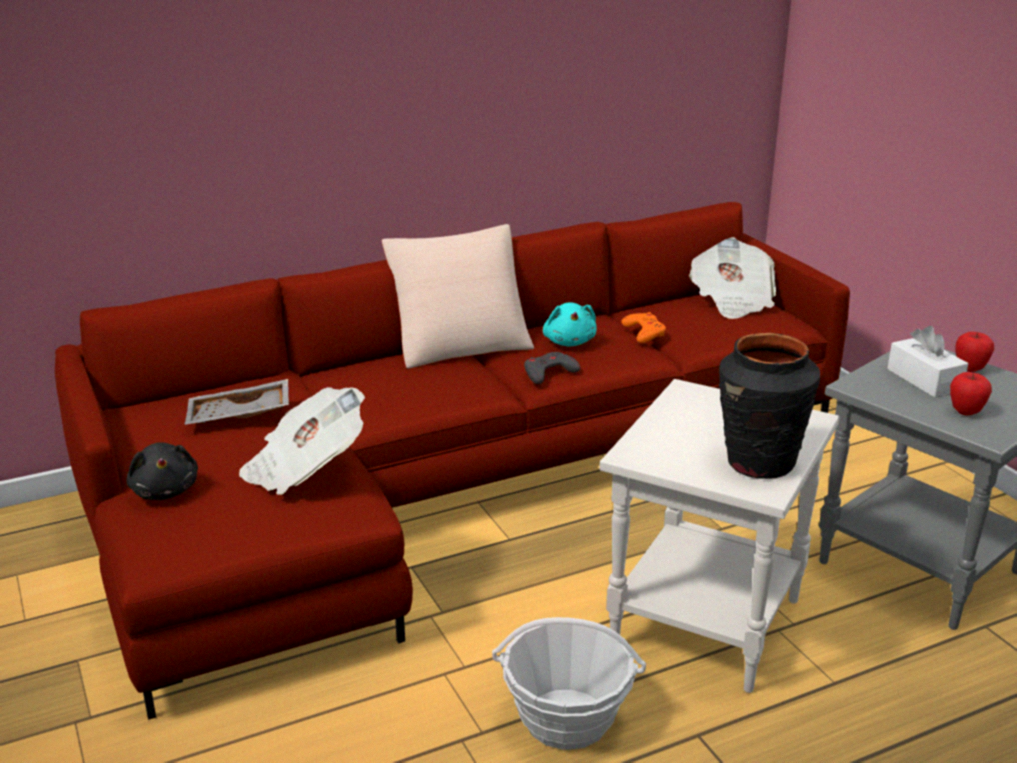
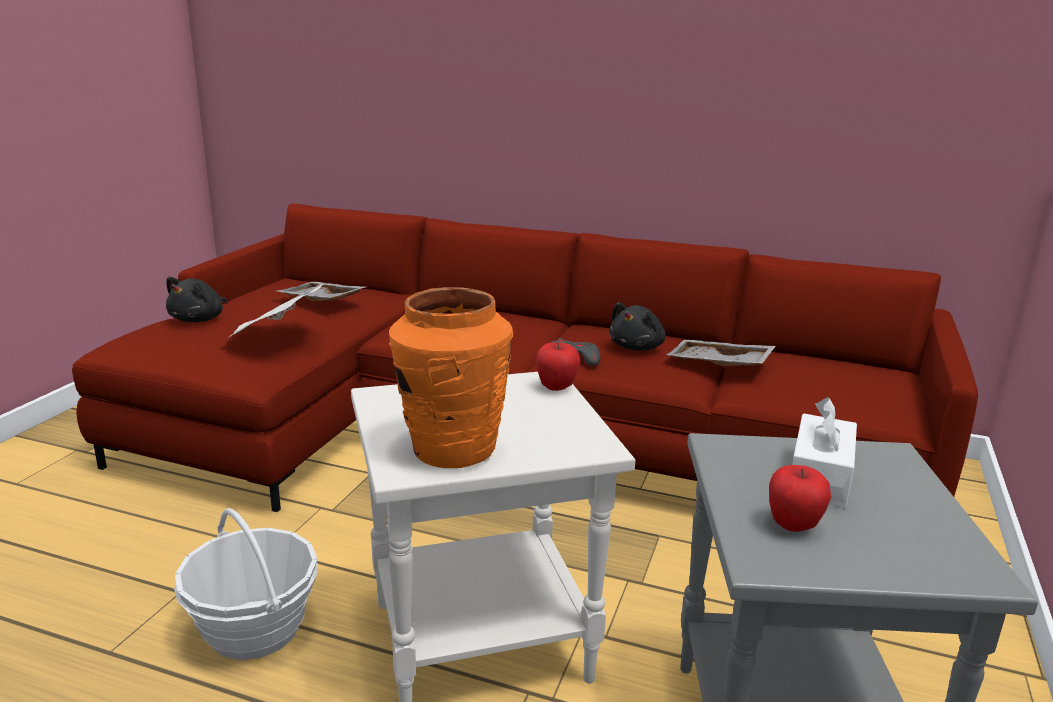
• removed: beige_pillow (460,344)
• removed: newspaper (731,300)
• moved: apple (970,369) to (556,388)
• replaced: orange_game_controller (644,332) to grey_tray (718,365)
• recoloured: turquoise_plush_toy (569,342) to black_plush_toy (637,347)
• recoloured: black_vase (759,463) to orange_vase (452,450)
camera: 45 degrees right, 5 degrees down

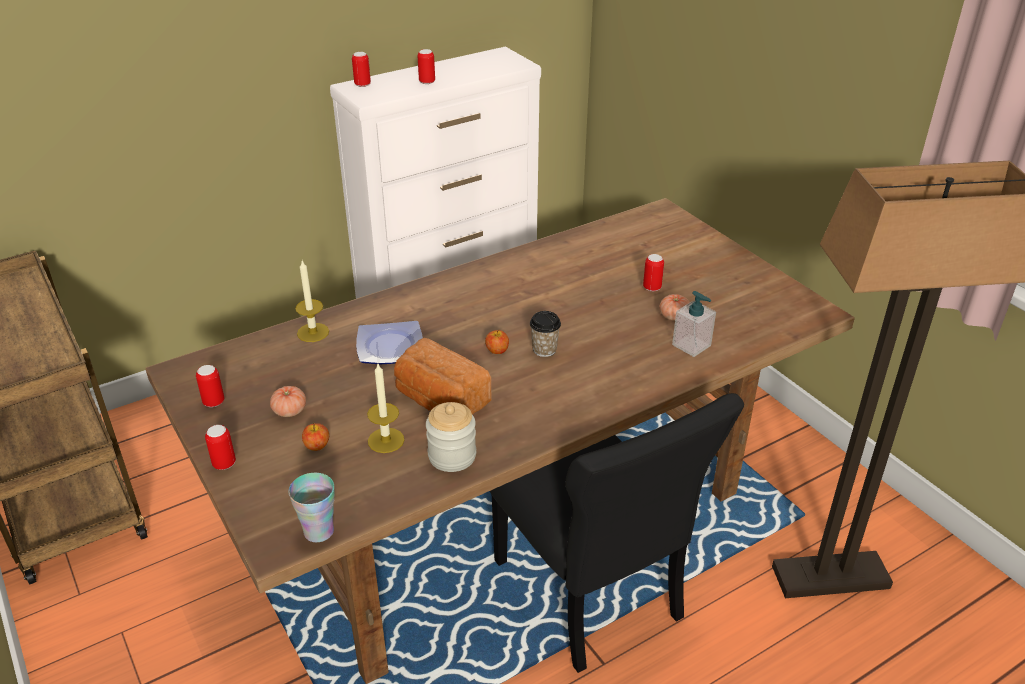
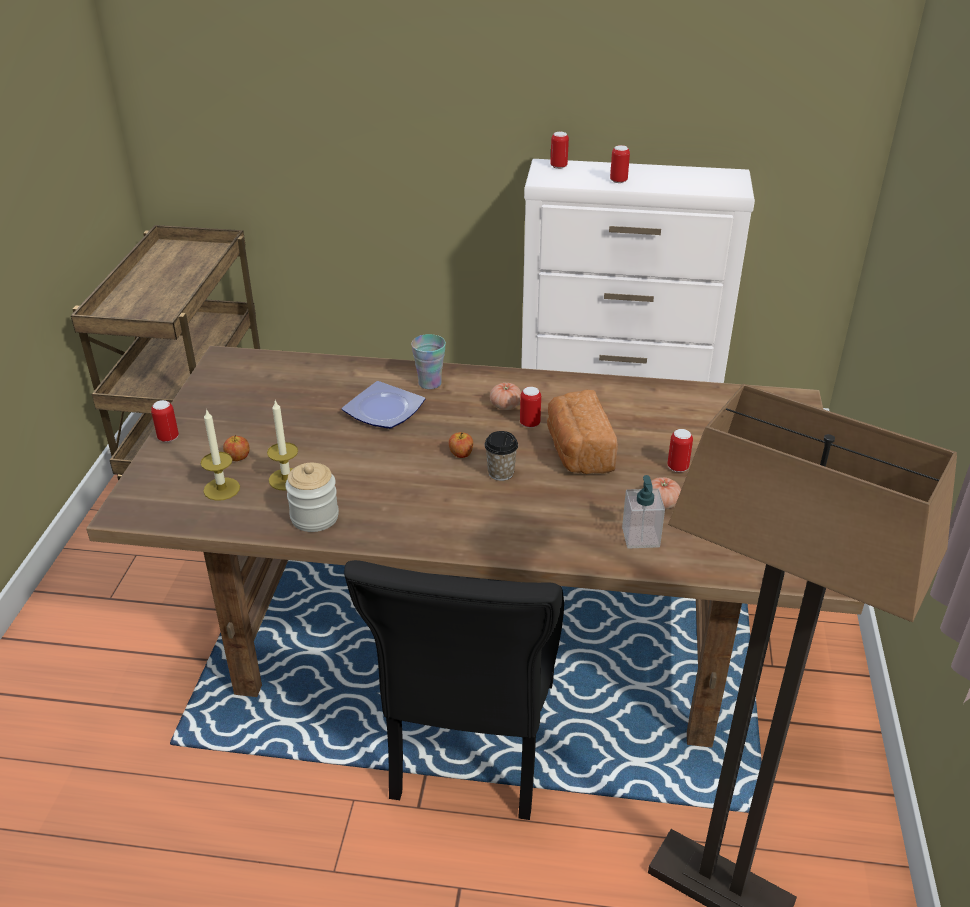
• moved: can (214,402) to (530,423)
• moved: tomato (289,411) to (505,406)
• moved: cup (319,531) to (430,383)
• moved: candle (313,332) to (221,489)
• moved: bread (440,401) to (578,452)
camera: 40 degrees right, 0 degrees up

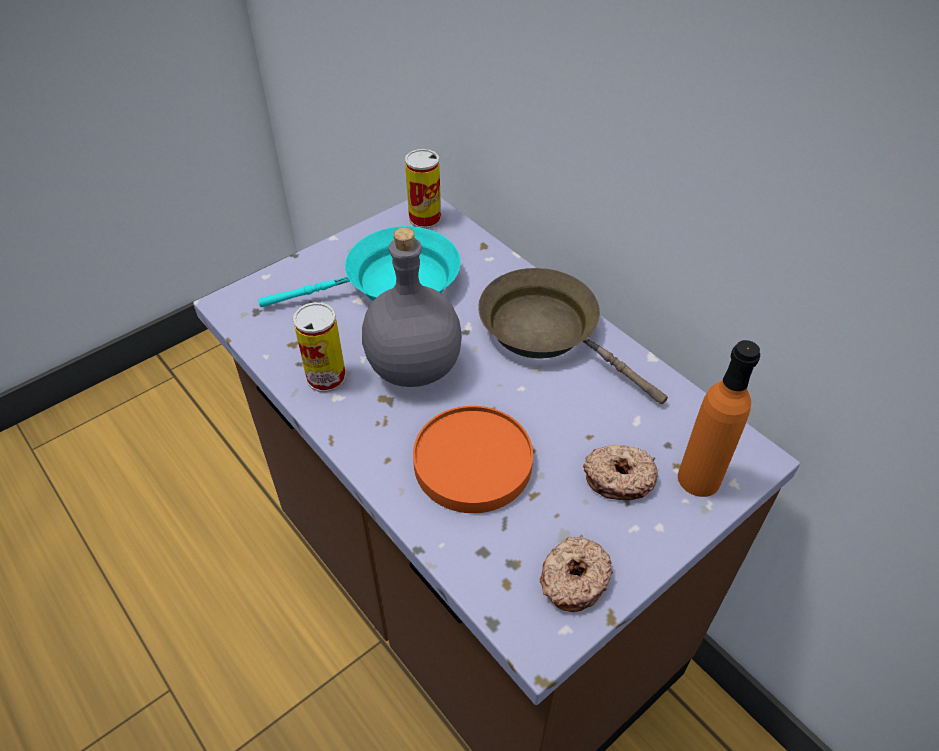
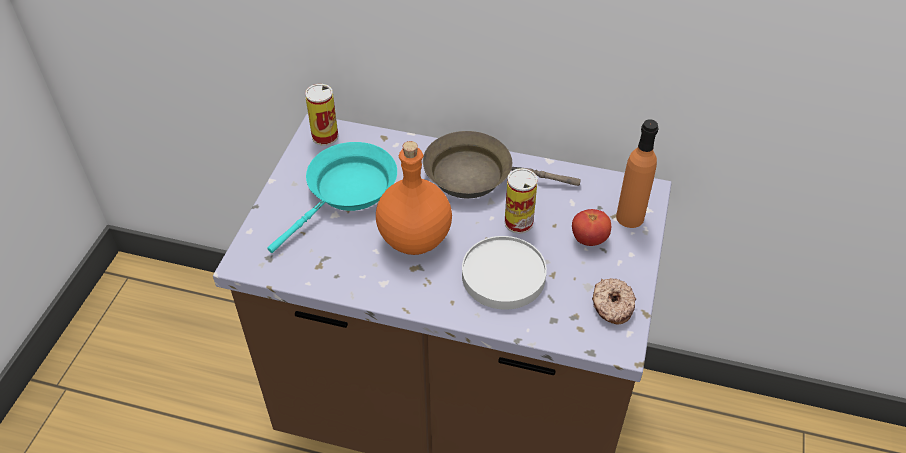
• moved: can (326,377) to (518,223)
• replaced: donut (618,477) to tomato (589,239)
• recoloured: grey_bottle (414,366) to orange_bottle (414,238)
• recoloured: orange_plate (472,462) to white_plate (502,275)
camera: 35 degrees left, 0 degrees up

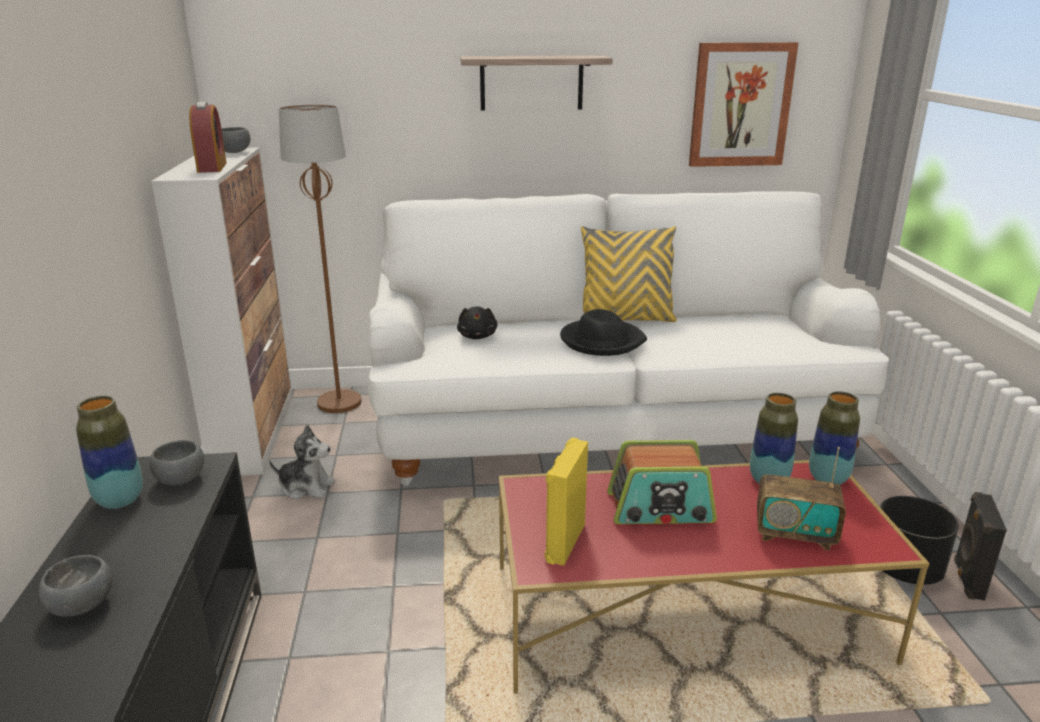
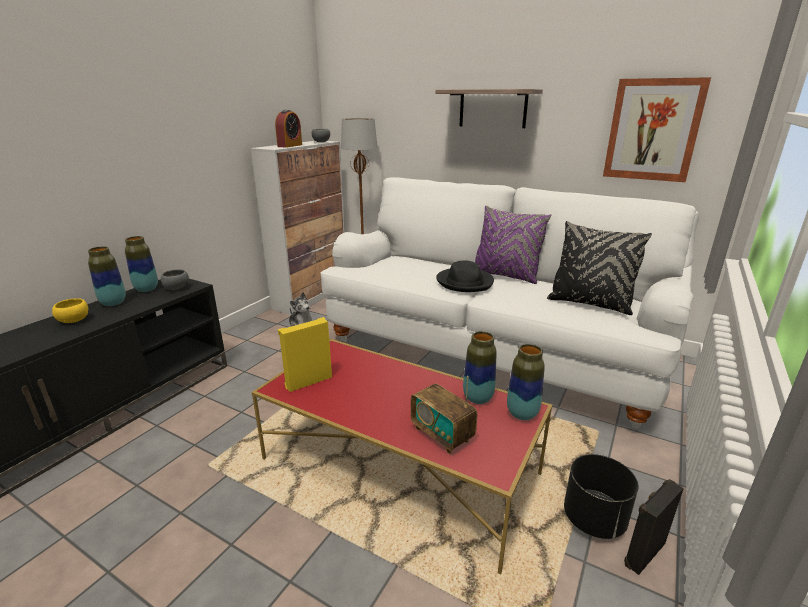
• removed: black_plush_toy (477,336)
• removed: radio (660,508)
• added: vase (113,303)
• added: black_pillow (589,304)
• recoloured: grey_bowl (84,605) to yellow_bowl (75,321)
• recoloured: yellow_pillow (625,320) to purple_pillow (505,276)
camera: 35 degrees right, 0 degrees up

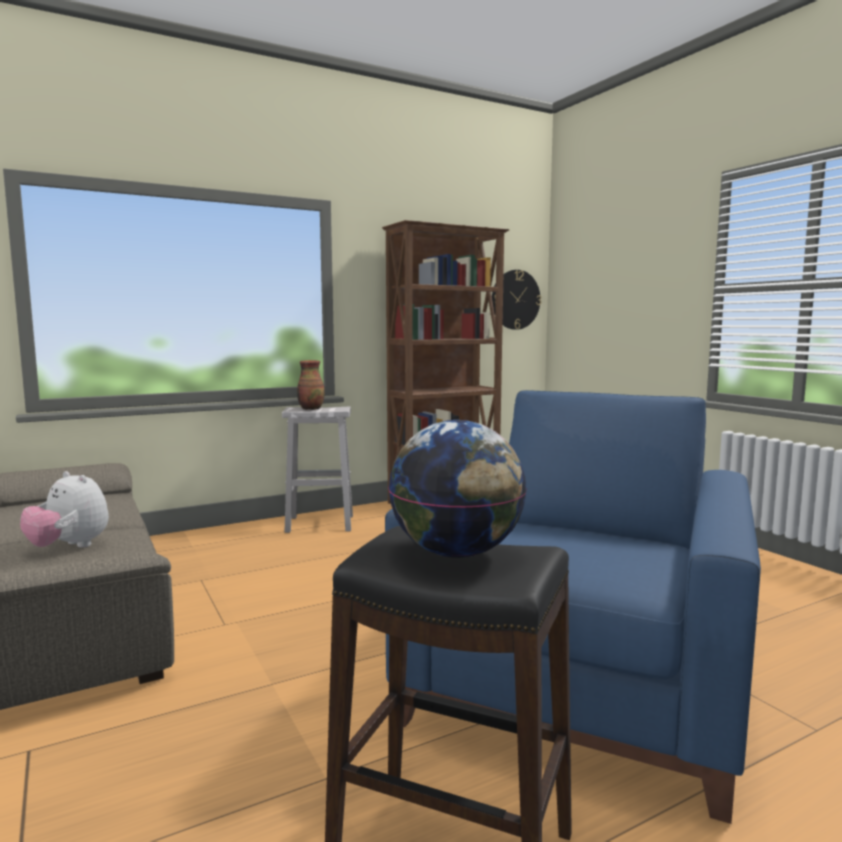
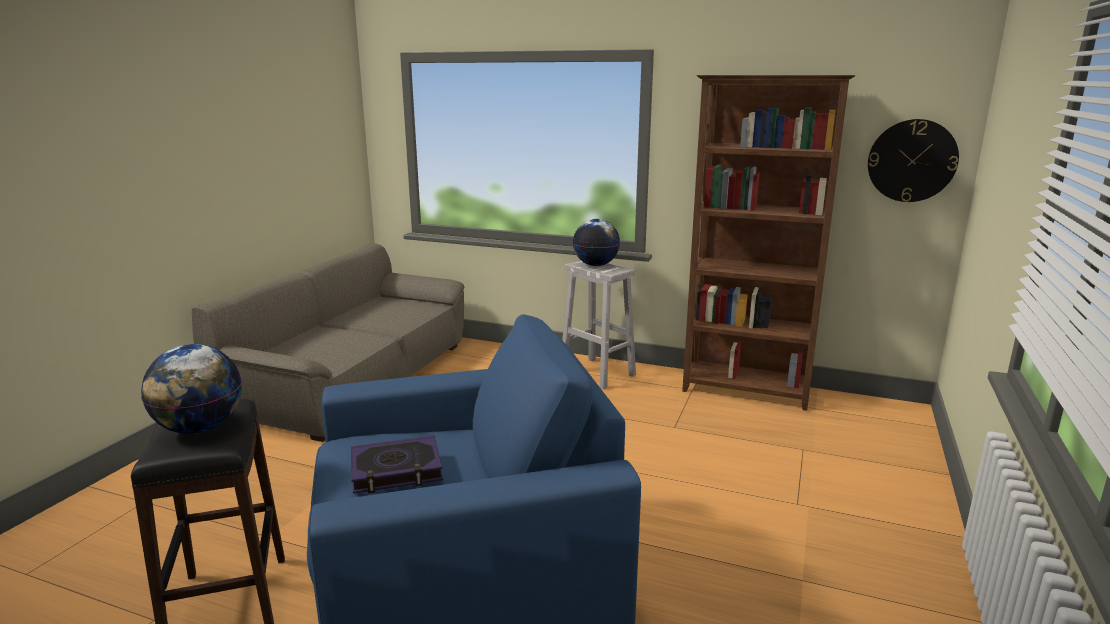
• removed: plush_toy (69,547)
• added: book (396,471)
• replaced: vase (310,408) to globe (596,265)
camera: 50 degrees right, 10 degrees up

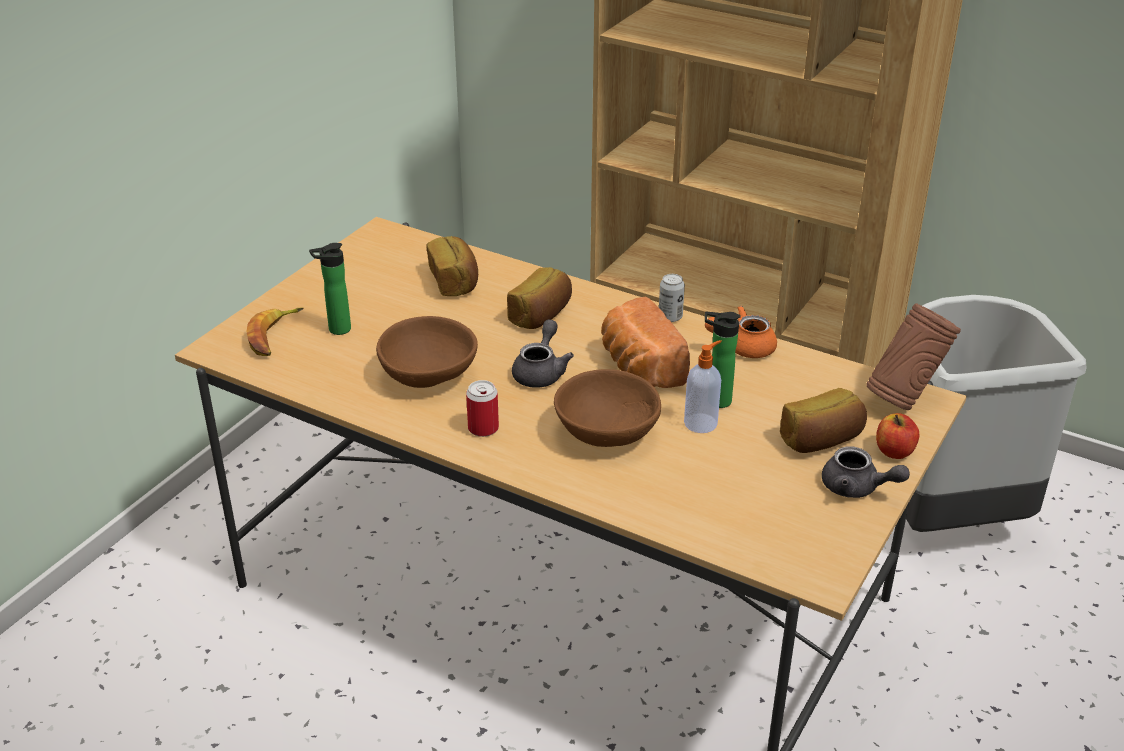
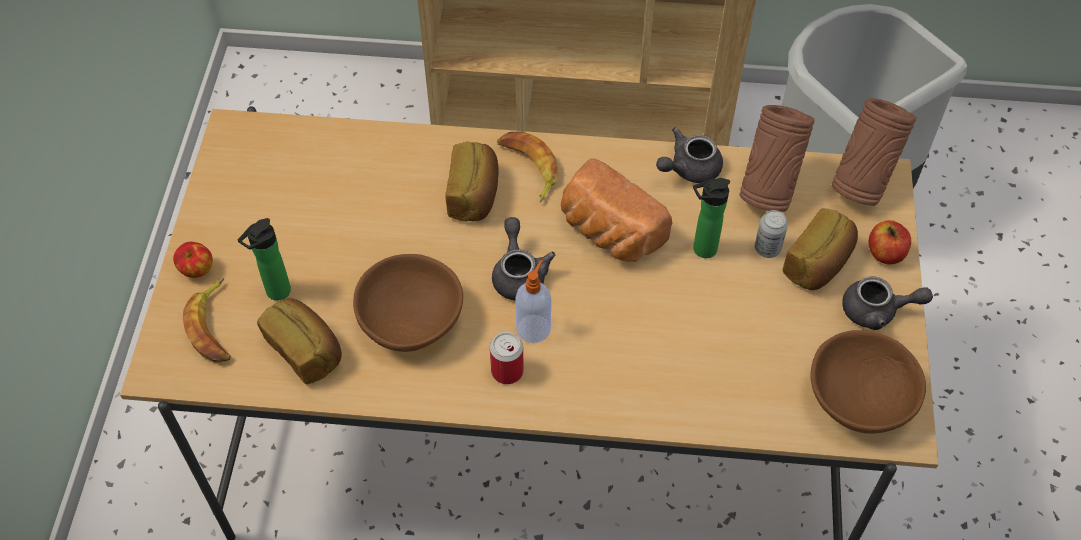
• added: apple (197,270)
• added: banana (528,168)
• added: brown_vase (768,190)
• moved: bread (454,281) to (305,350)
• moved: brown_bowl (607,433) to (860,400)
• moved: can (670,317) to (767,248)
• moved: soap_dispenser (701,423) to (534,327)
• recoloured: orange_teapot (743,347) to grey_teapot (689,169)
camera: 25 degrees left, 20 degrees up

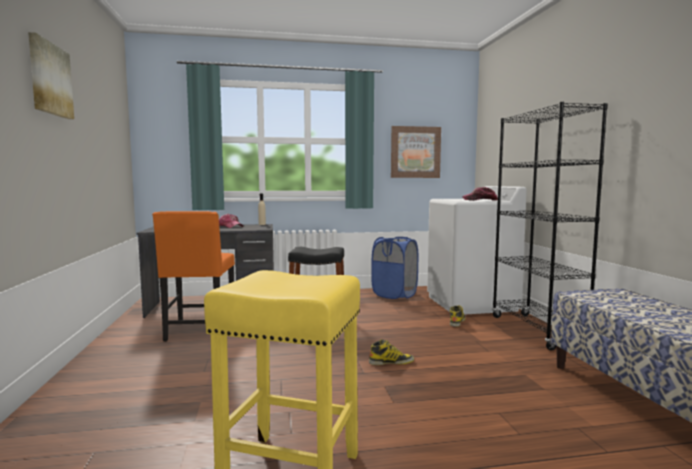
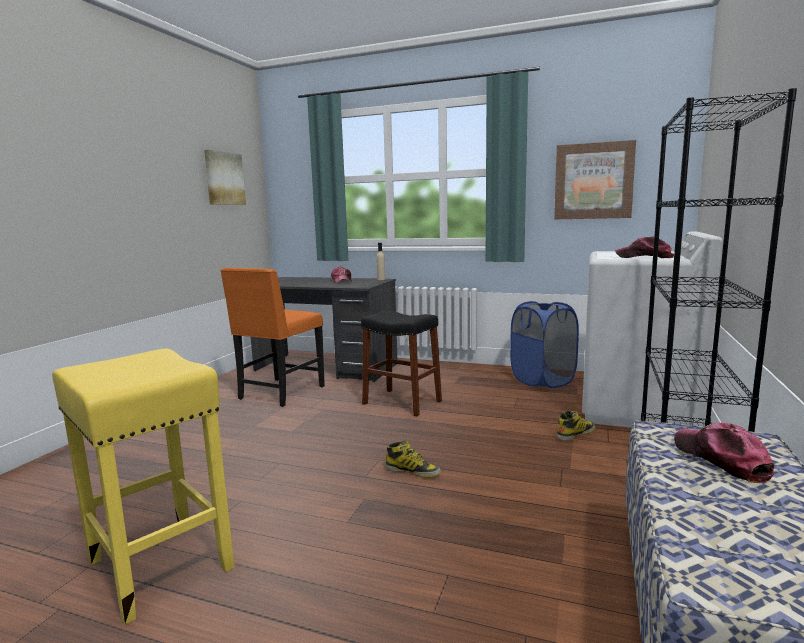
• added: cap (721,459)
• moved: picture (49,79) to (224,178)
camera: 30 degrees right, 5 degrees up

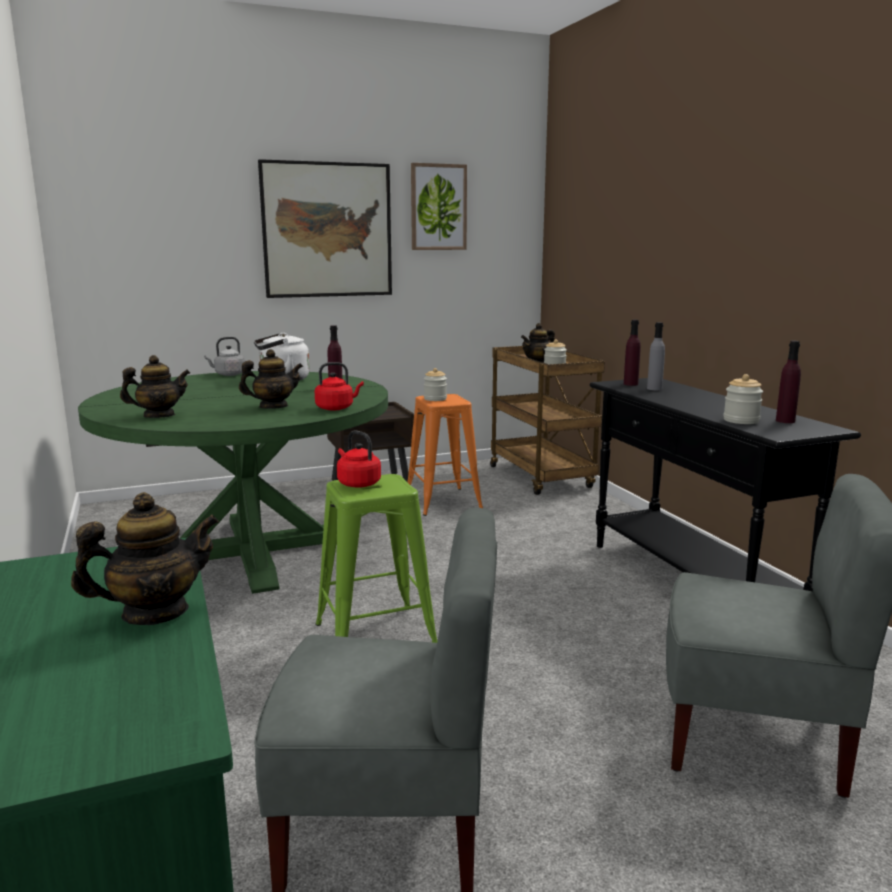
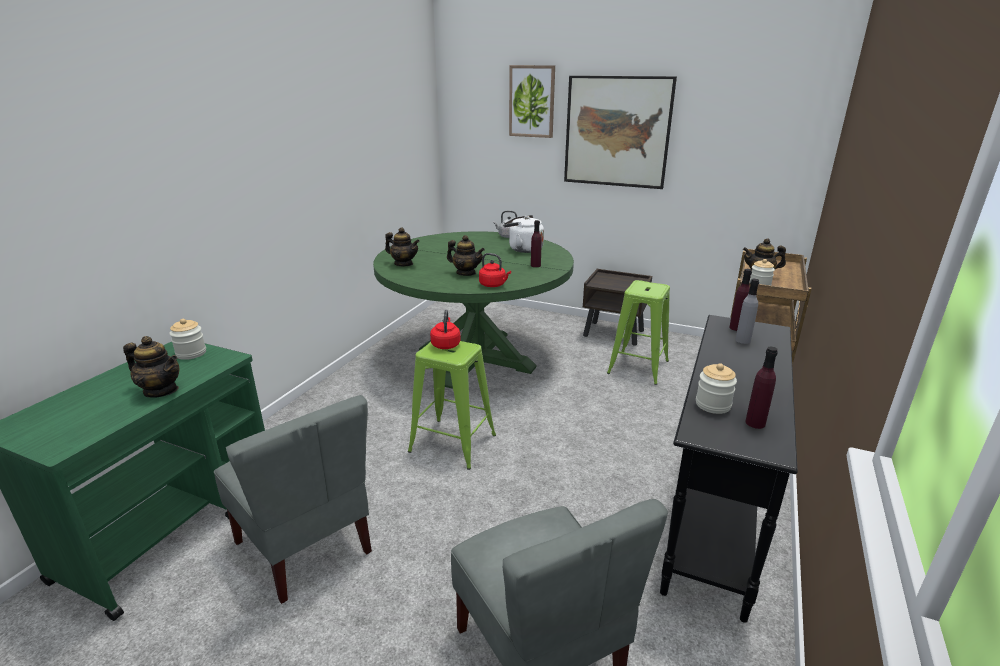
• moved: picture (438,207) to (532,101)
• moved: jar (435,399) to (191,353)
• recoloured: orange_stool (443,501) to green_stool (638,367)
camera: 45 degrees right, 10 degrees up

